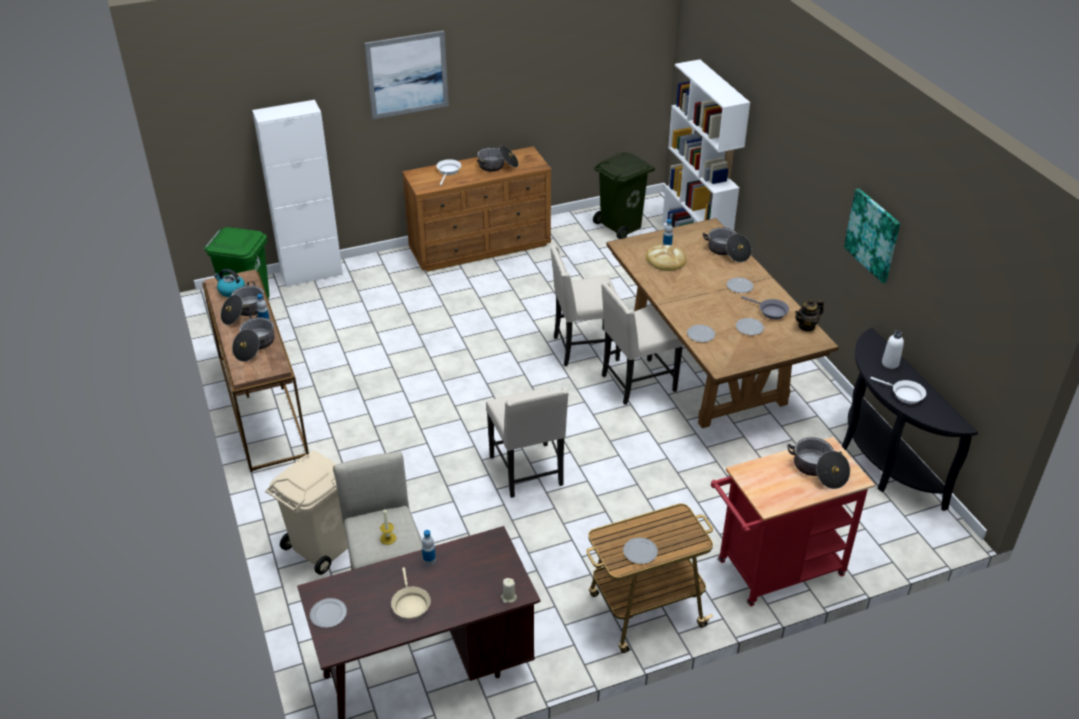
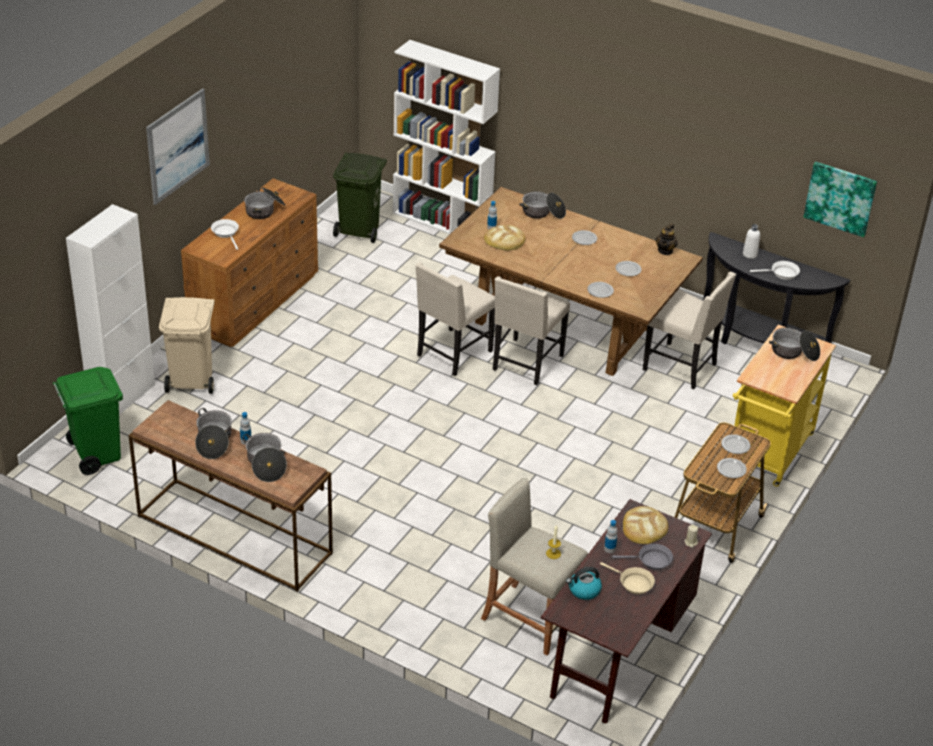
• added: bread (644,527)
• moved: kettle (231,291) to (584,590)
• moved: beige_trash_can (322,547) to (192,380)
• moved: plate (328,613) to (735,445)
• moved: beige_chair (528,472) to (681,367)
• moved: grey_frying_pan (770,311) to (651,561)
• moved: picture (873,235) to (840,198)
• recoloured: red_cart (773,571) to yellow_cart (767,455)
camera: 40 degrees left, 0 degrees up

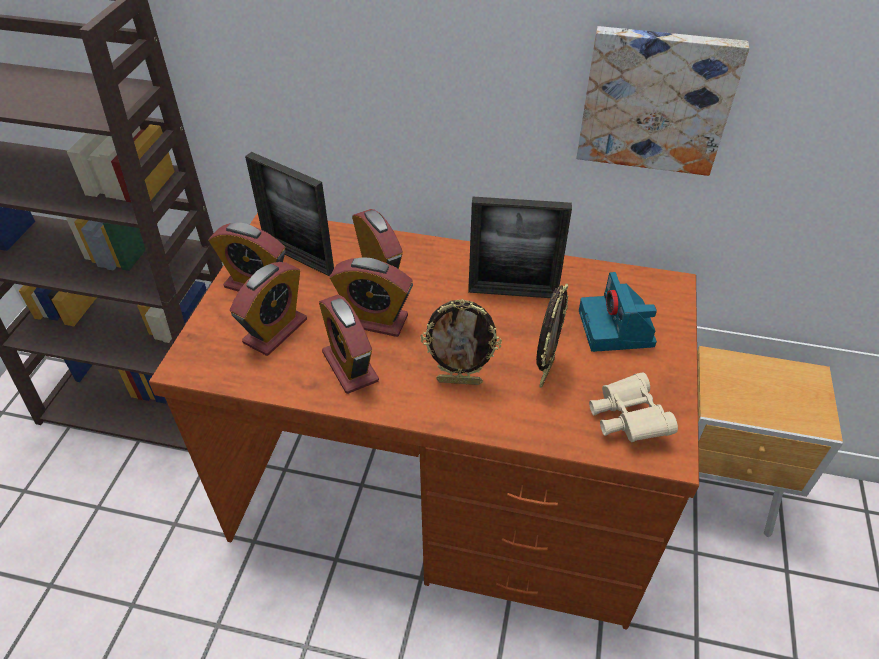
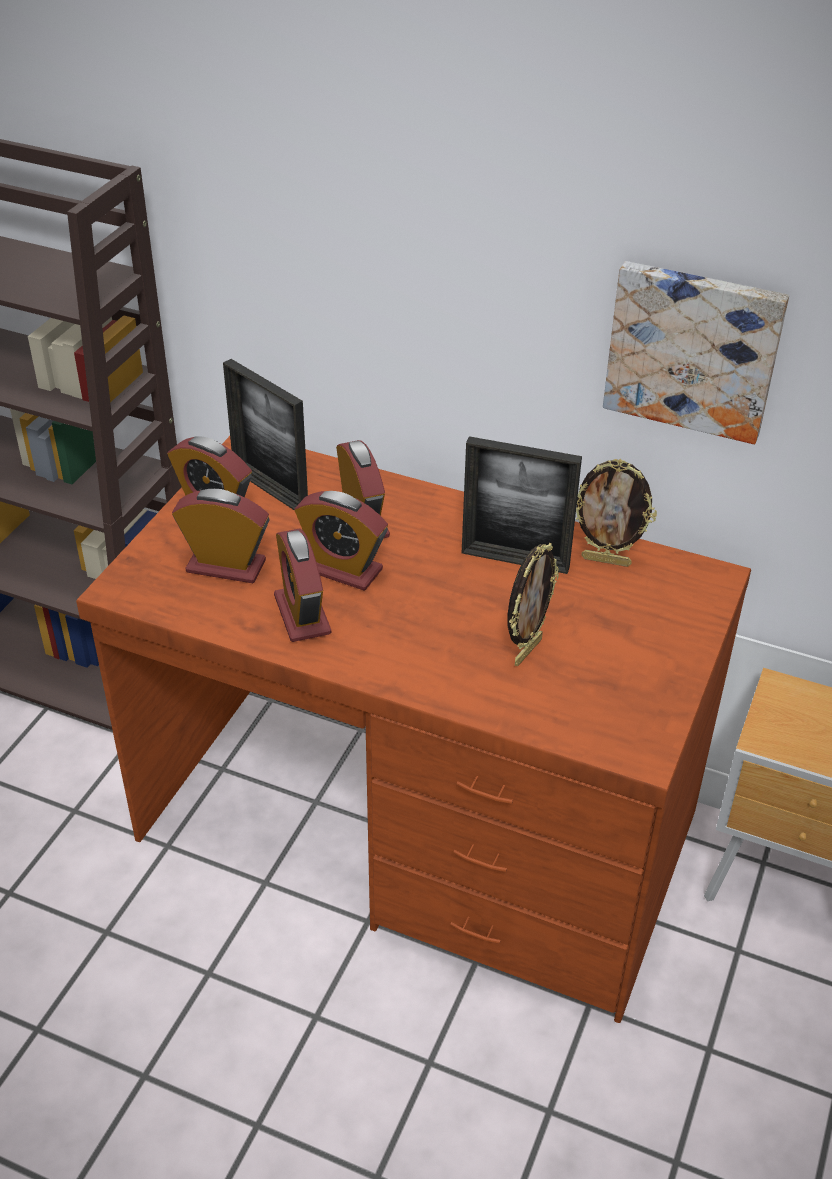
• removed: photo_camera (617,329)
• removed: beige_binoculars (626,419)
• moved: picture_frame (459,381) to (606,560)
• turned: alarm_clock (275,331) = (226,566) 120 degrees counterclockwise
camera: 10 degrees right, 5 degrees down

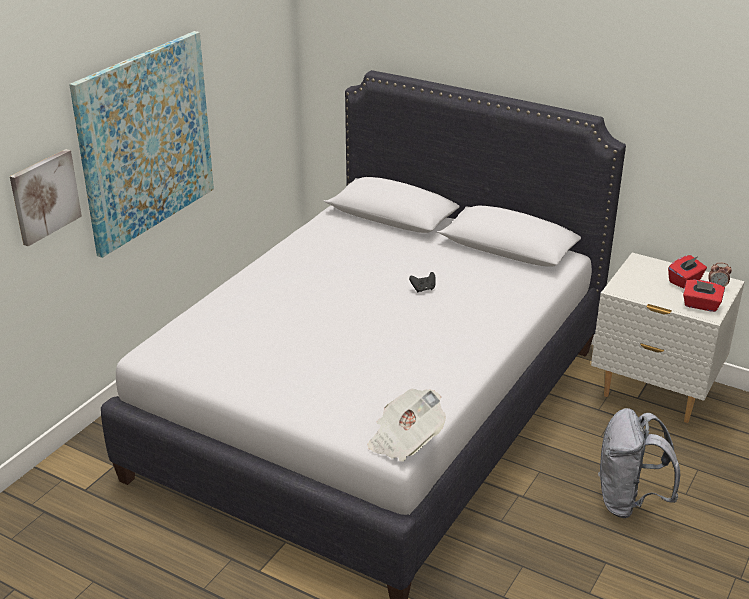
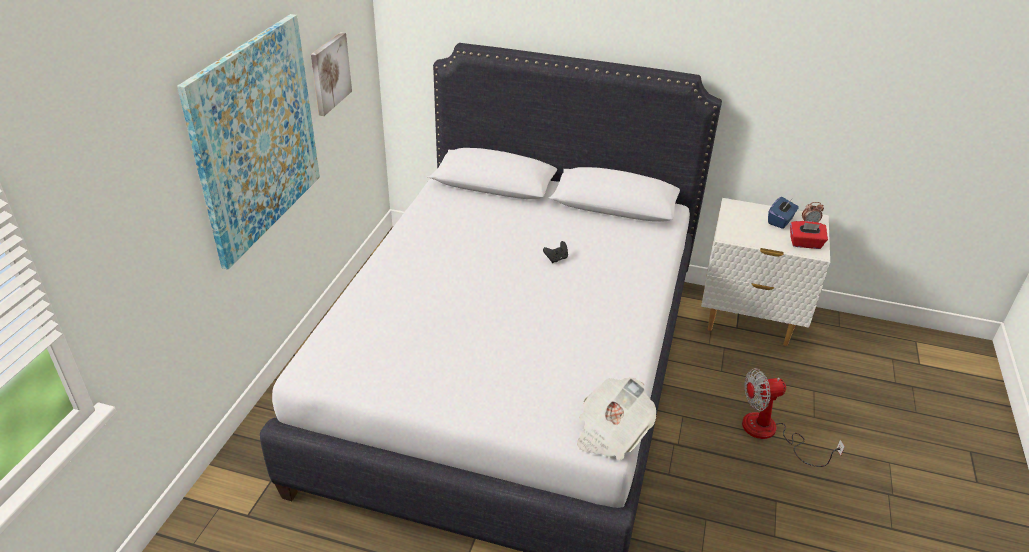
• moved: picture (44,196) to (329,73)
• replaced: grey_backpack (629,501) to fan (770,433)
• recoloured: red_tissue_box (685,281) to blue_tissue_box (780,221)
camera: 15 degrees left, 5 degrees up

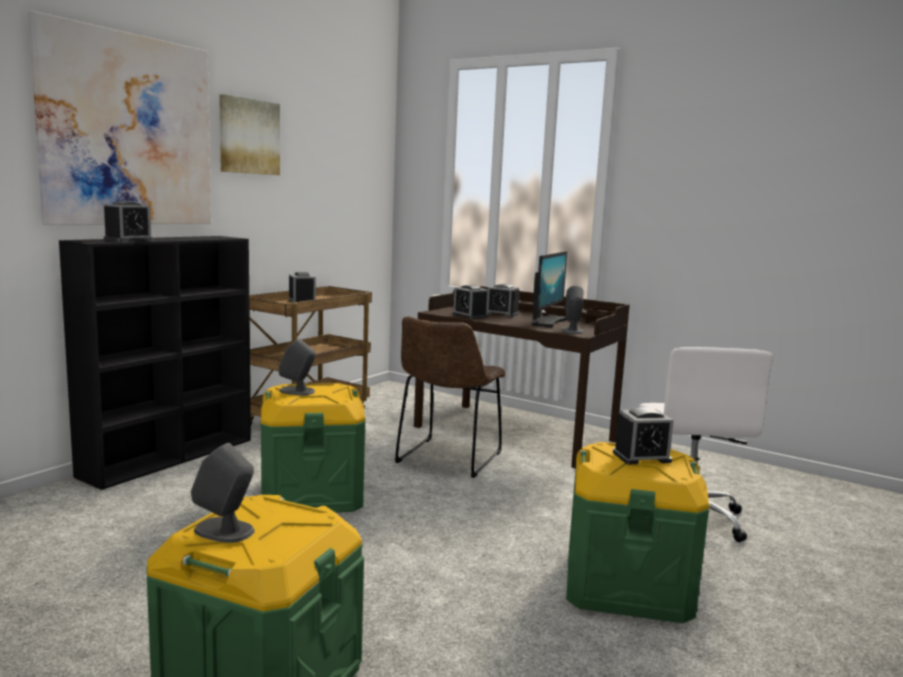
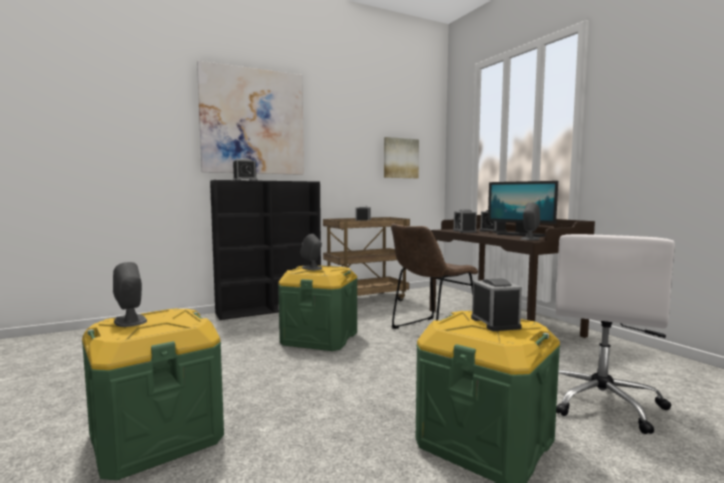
• moved: picture (248,136) to (400,158)
• turned: monitor (547,322) = (520,235) 75 degrees clockwise
• turned: alarm_clock (641,457) = (495,323) 120 degrees counterclockwise
camera: 30 degrees right, 5 degrees down

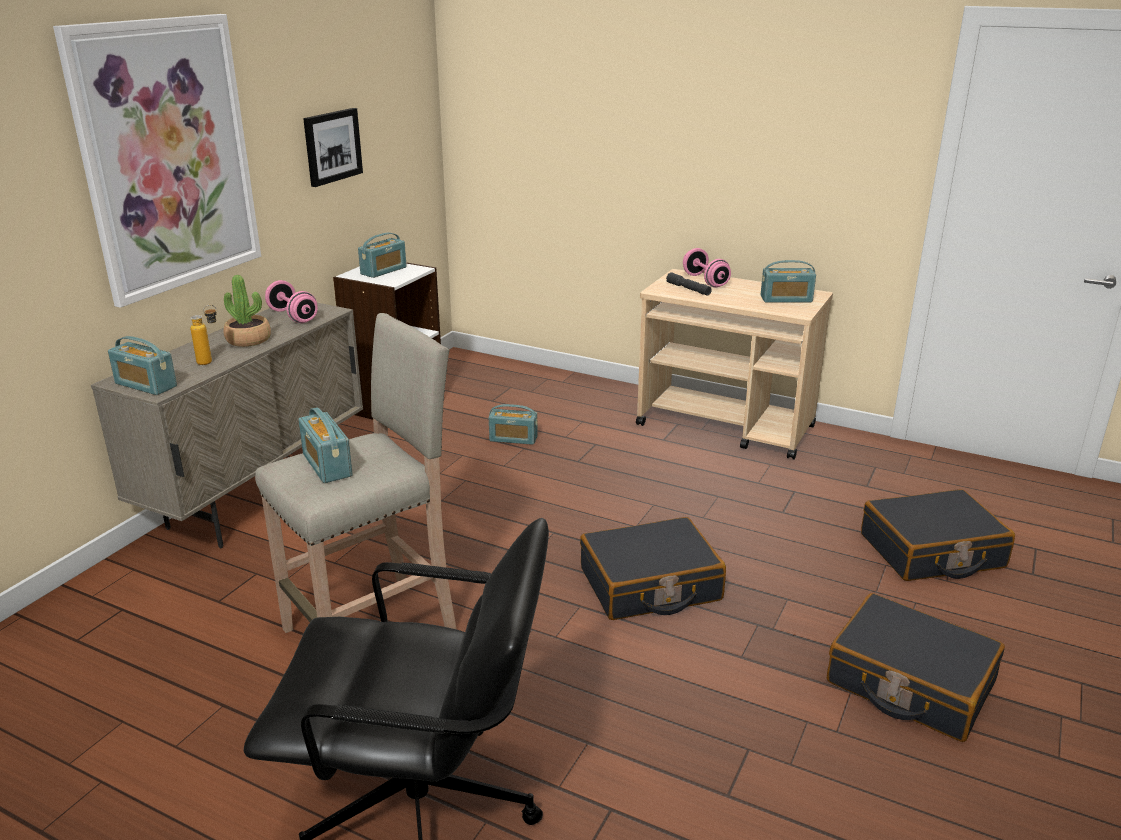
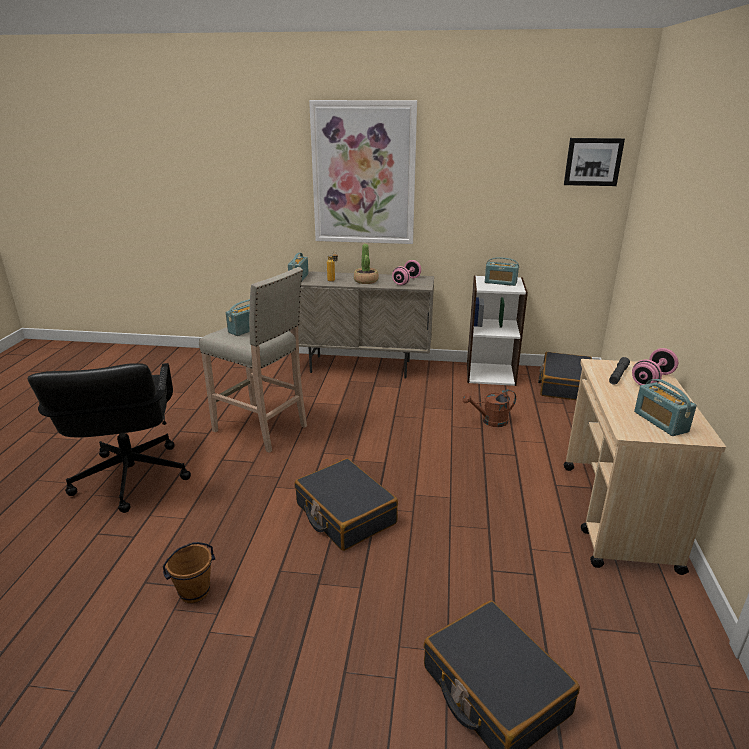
• added: brown_bucket (194,592)
• moved: picture (332,146) to (593,162)
• moved: black_suitcase (909,683) to (564,385)
• replaced: radio (513,439) to brown_watering_can (490,421)
camera: 70 degrees right, 0 degrees up

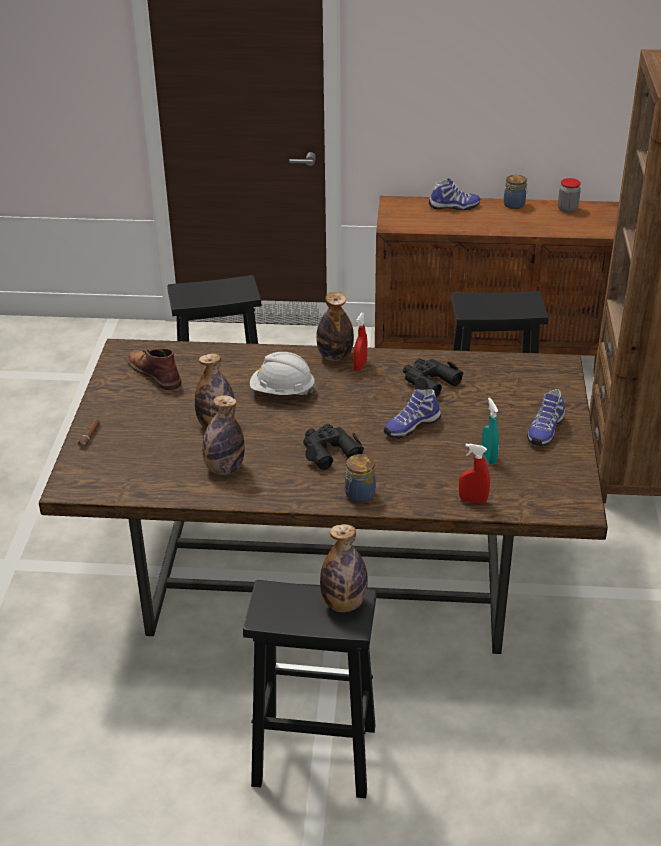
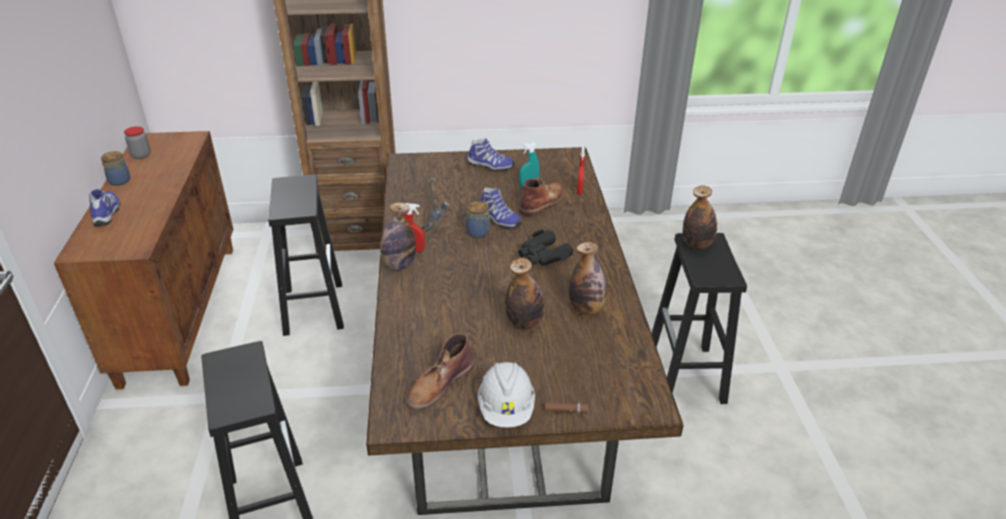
• added: brown_boot (543,202)
• moved: white_hard_hat (282,392) to (506,408)
• moved: jar (359,495) to (478,233)
• replaced: black_binoculars (429,381) to hammer (434,214)
camera: 100 degrees left, 0 degrees up

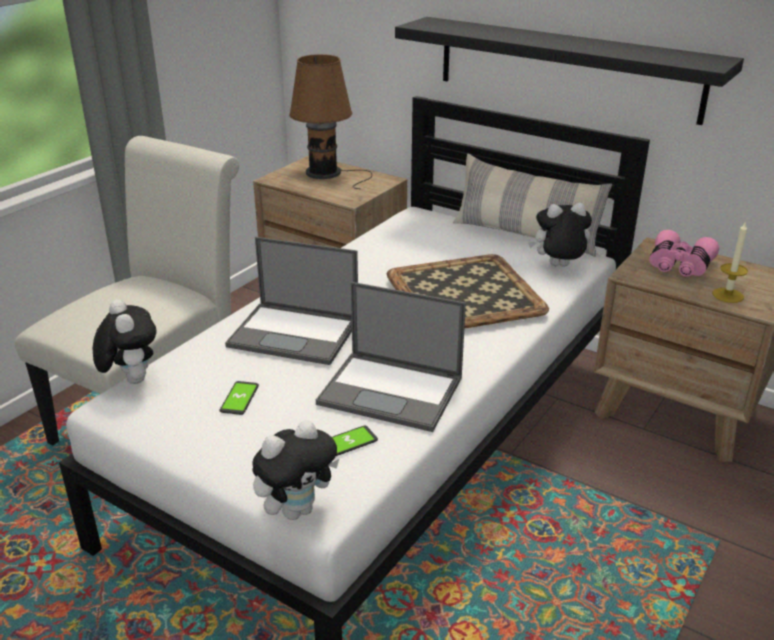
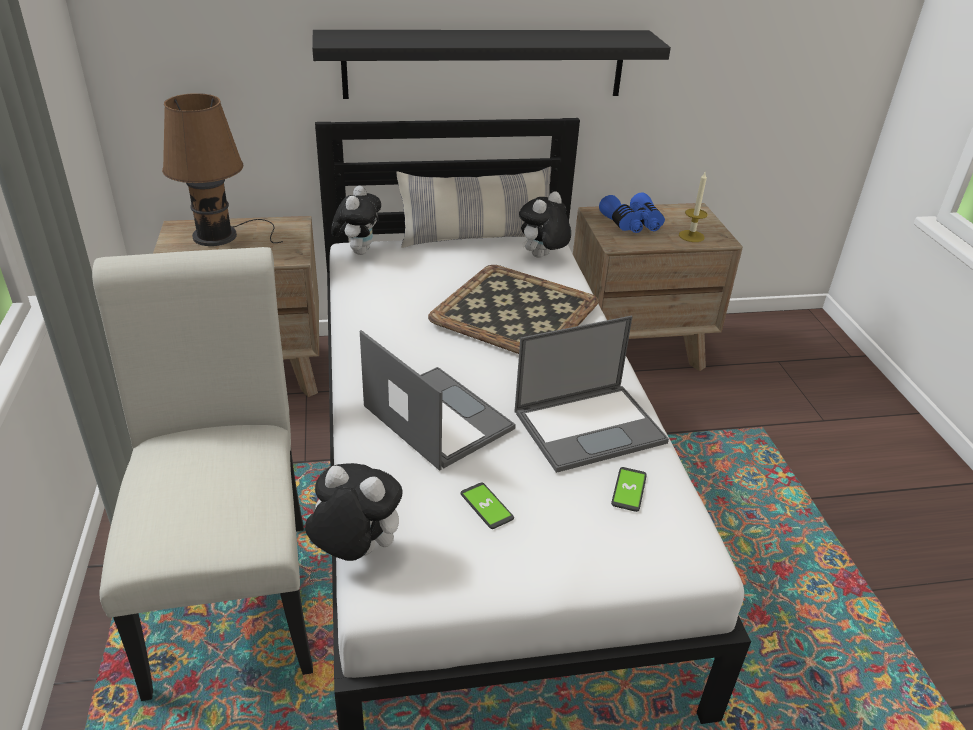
• moved: plush_toy (297,509) to (358,251)
• recoloured: pink_binoculars (679,266) to blue_binoculars (633,224)
• turned: laptop (296,333) = (436,417) 105 degrees counterclockwise
camera: 45 degrees left, 5 degrees up

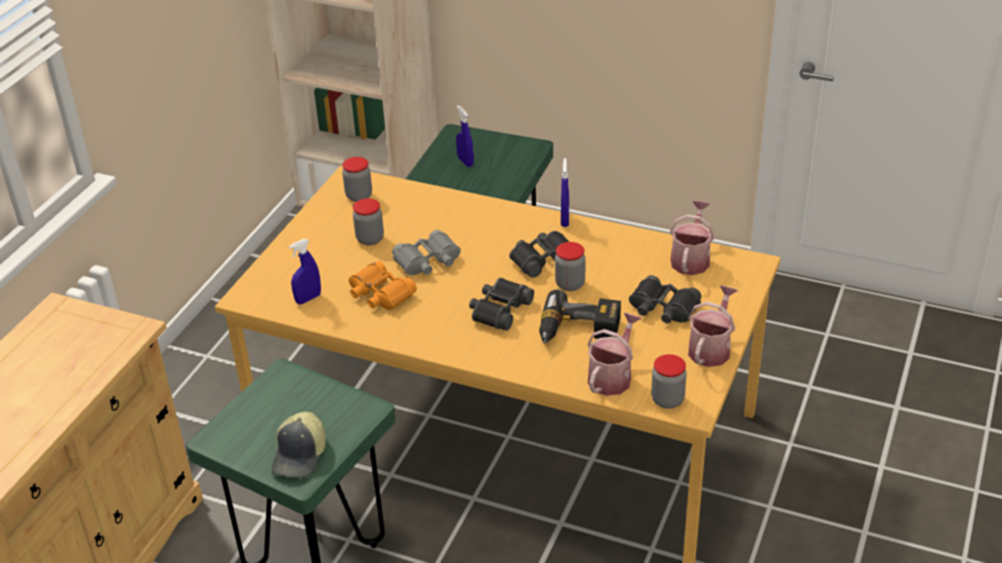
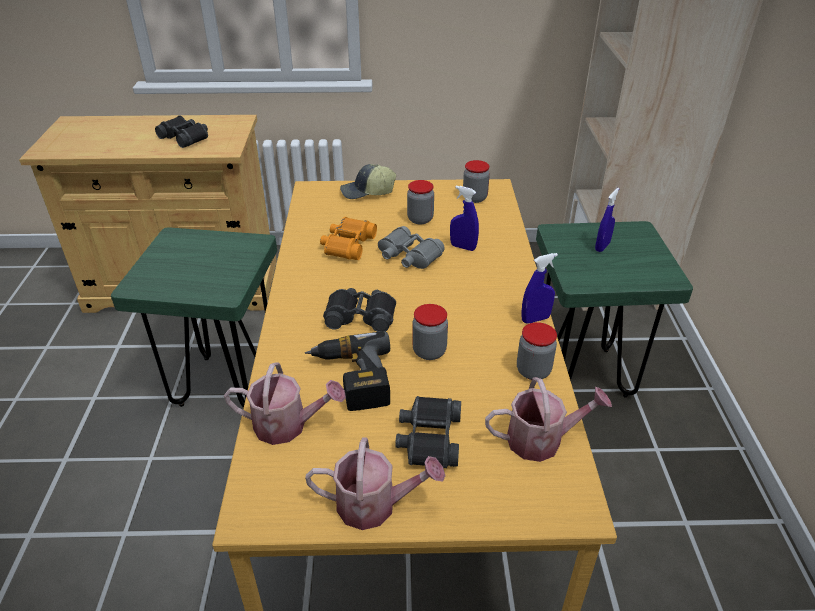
• moved: cap (301,455) to (367,192)
• moved: blue_spray_bottle (308,299) to (463,247)
• moved: black_binoculars (542,259) to (185,137)
• moved: jar (667,400) to (533,371)
camera: 65 degrees right, 0 degrees up

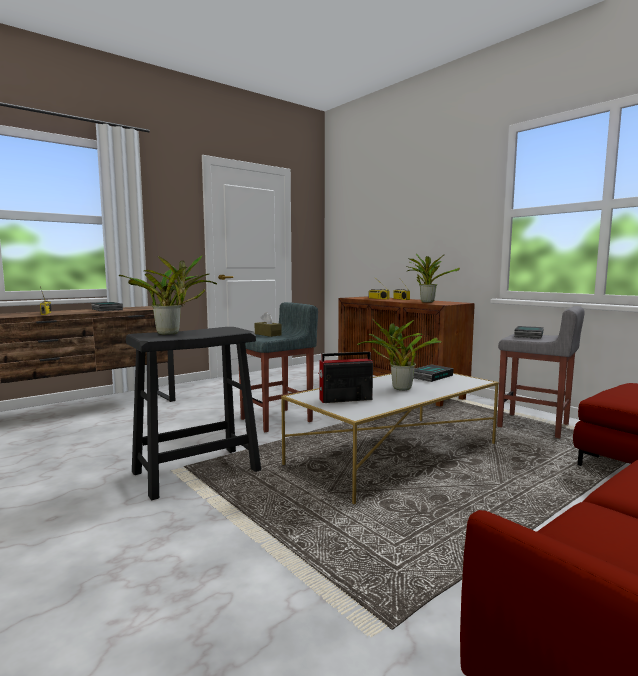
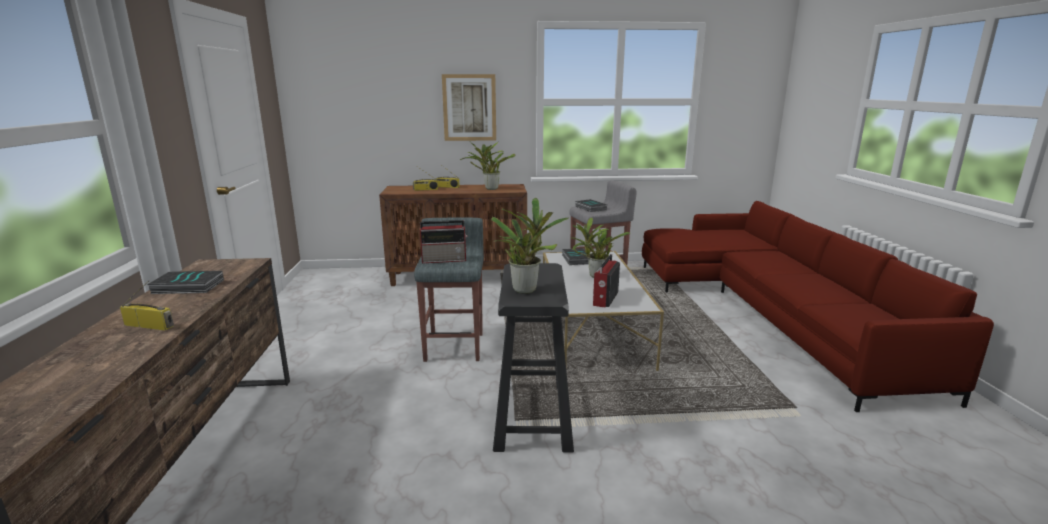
• added: picture (469,107)
• replaced: brown_tissue_box (268,334) to radio (445,260)
camera: 55 degrees left, 10 degrees up

